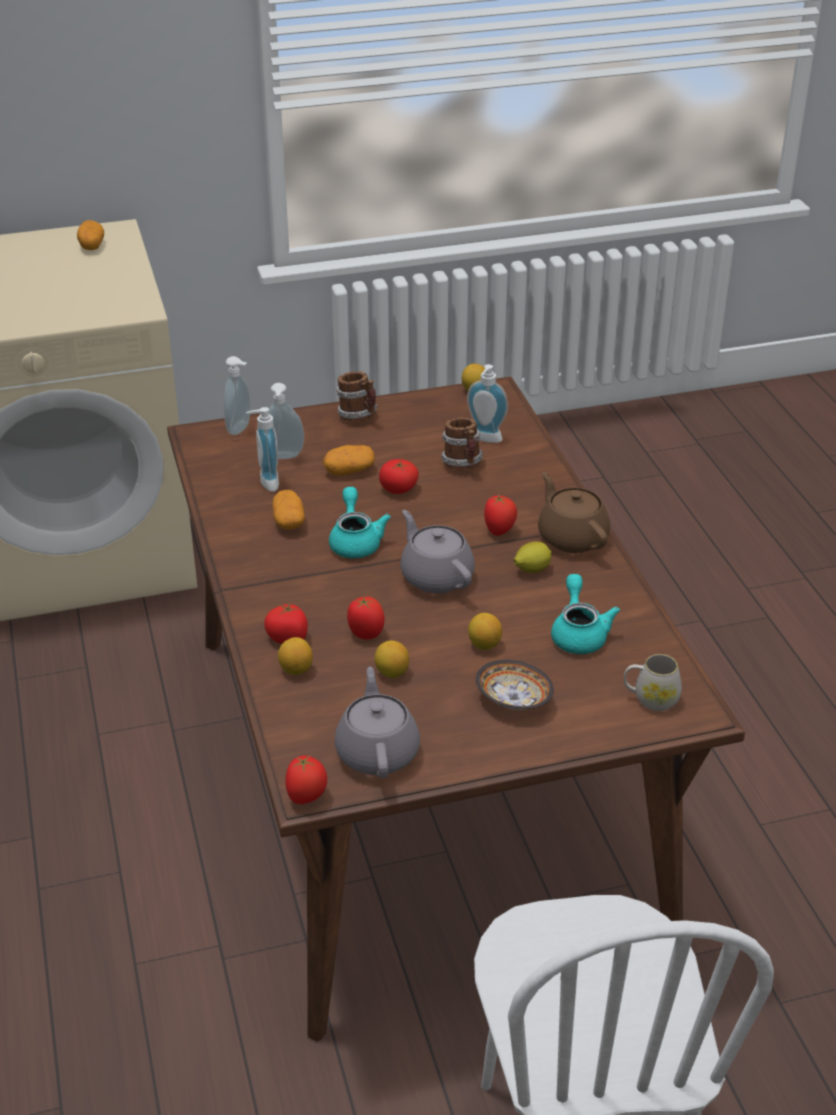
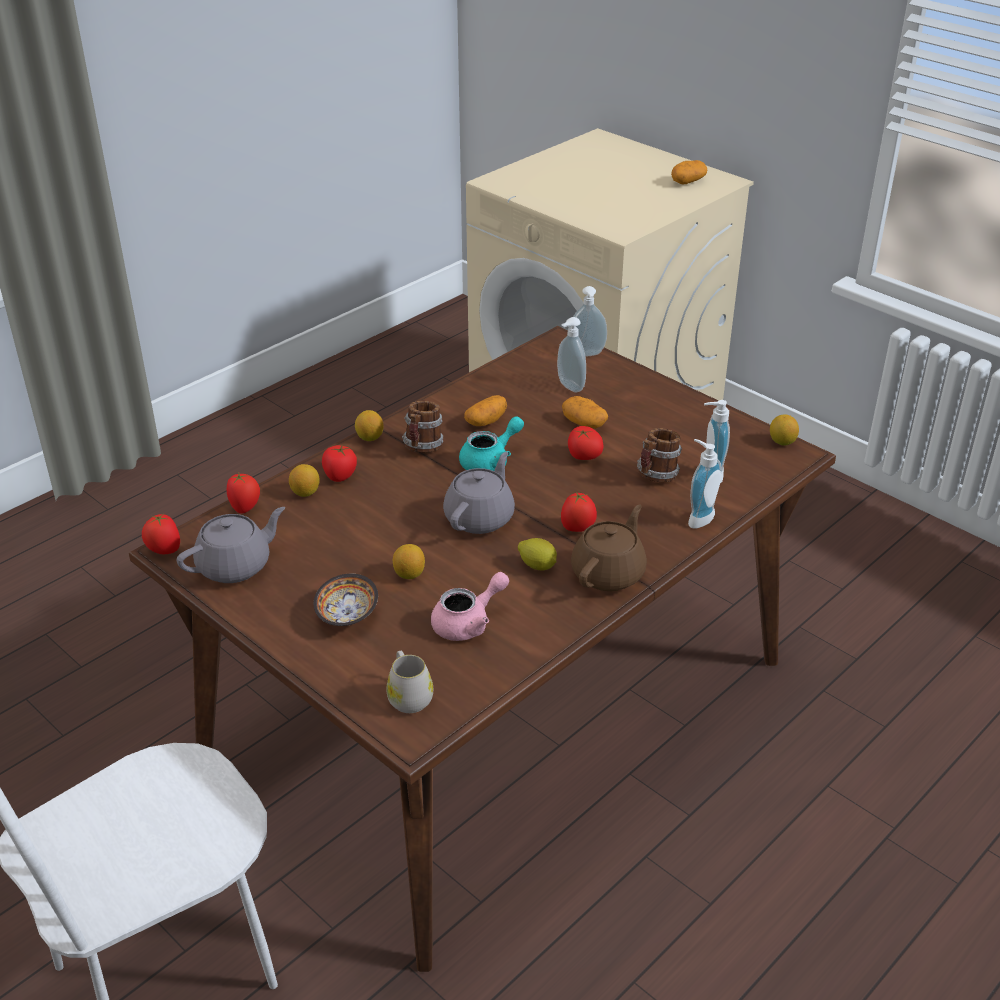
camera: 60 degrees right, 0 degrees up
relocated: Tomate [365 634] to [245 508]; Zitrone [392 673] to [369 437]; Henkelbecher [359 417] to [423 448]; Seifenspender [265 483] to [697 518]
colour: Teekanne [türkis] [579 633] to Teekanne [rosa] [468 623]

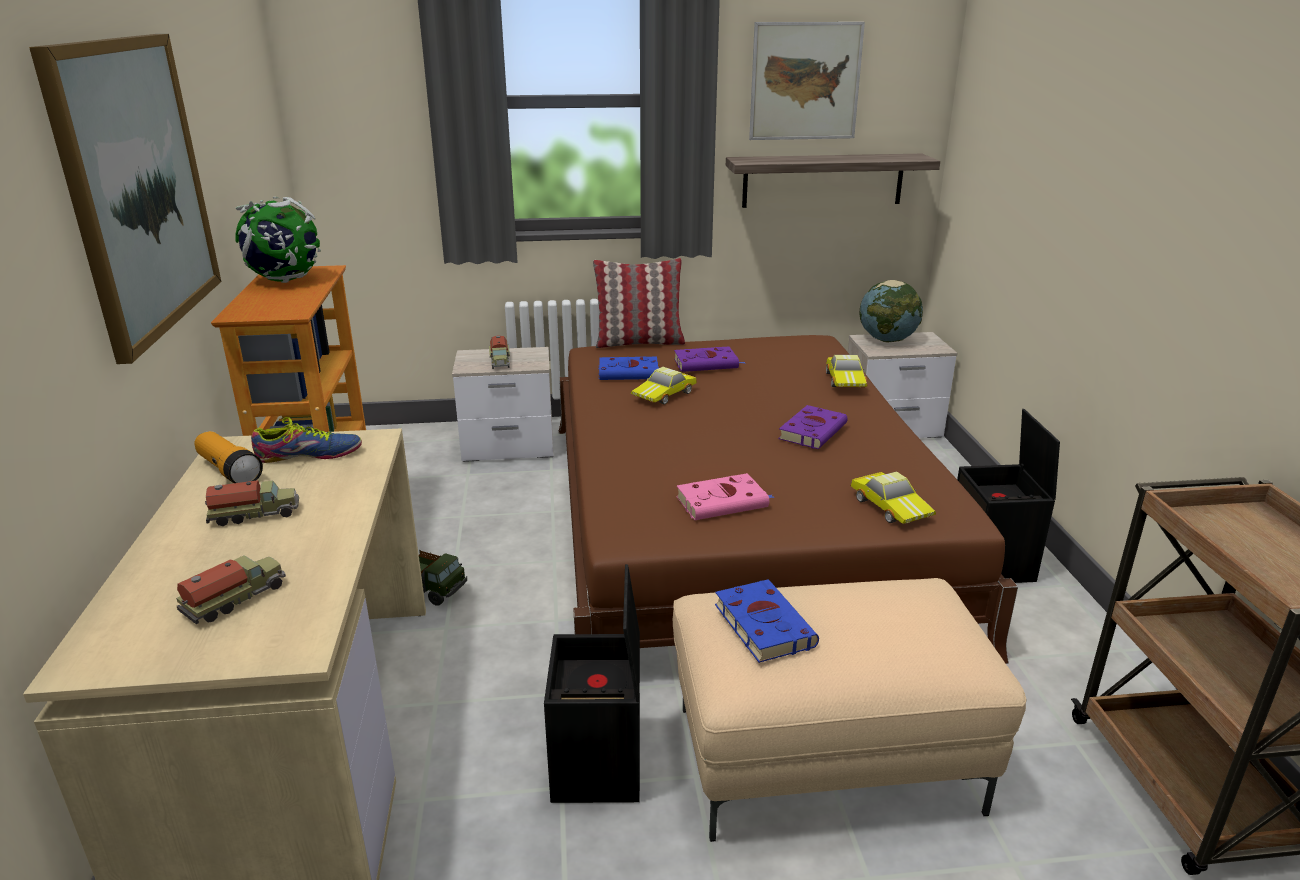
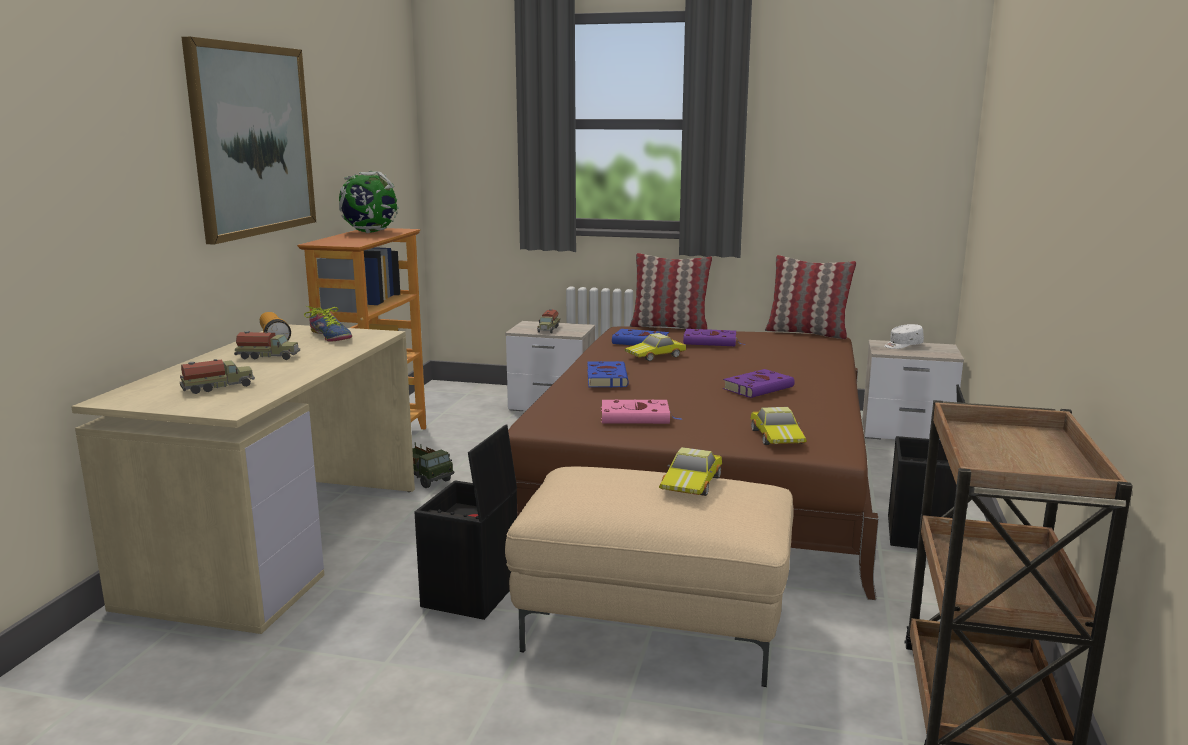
camera: 20 degrees right, 10 degrees down
missing: Wandregal [823 180]; Bild [805 81]
appeared: Kissen [807 333]
relocated: Buch [blau] [762 624] to [606 378]; Spielzeugauto [846 380] to [693 483]
exchanged: Globus [887 340] to Kappe [weiß] [902 345]
spun: Schuh [309 454] = [331 336] 45 degrees clockwise

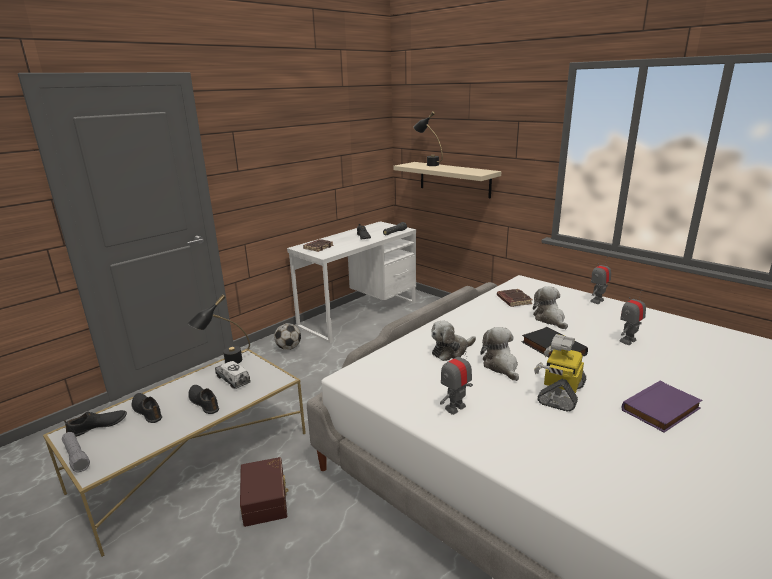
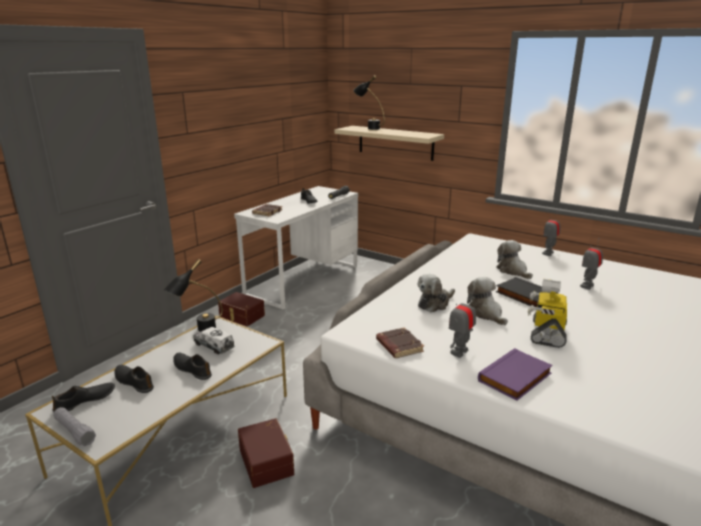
camera: 10 degrees left, 0 degrees up
relocated: Buch [braun] [513 300] to [398 346]; Buch [lila] [662 410] to [516 378]
exchanged: Fußball [288 348] to Aufbewahrungsbox [braun] [241 316]

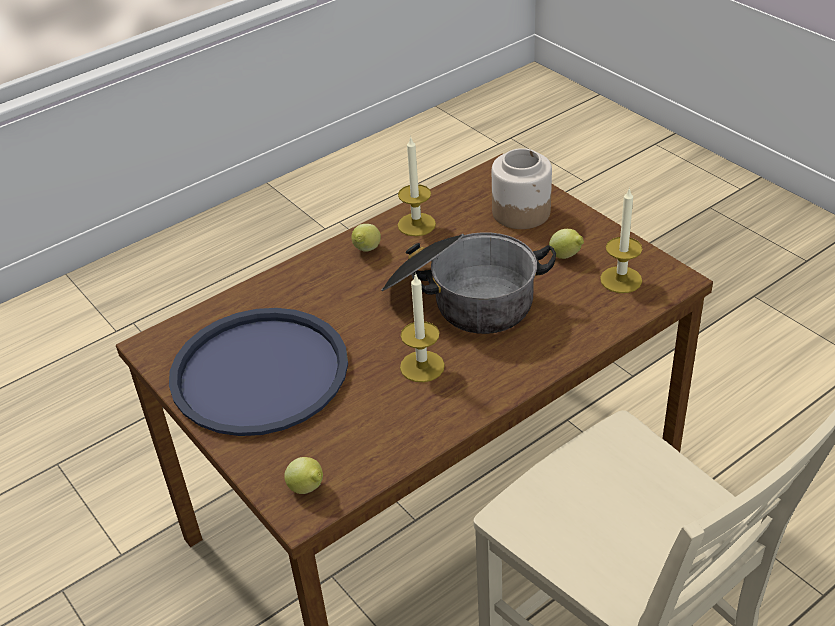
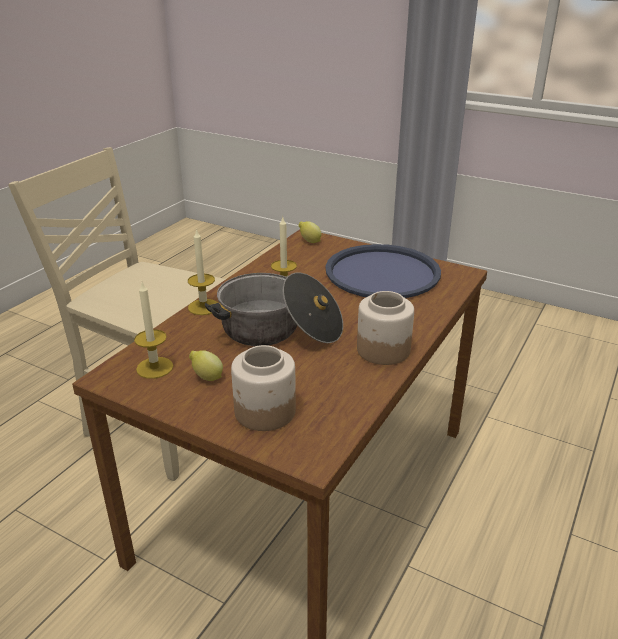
camera: 155 degrees right, 10 degrees down
relocated: Kerze [416 224] to [203 307]
exchanged: Zitrone [366 251] to Vorratsglas [382 350]

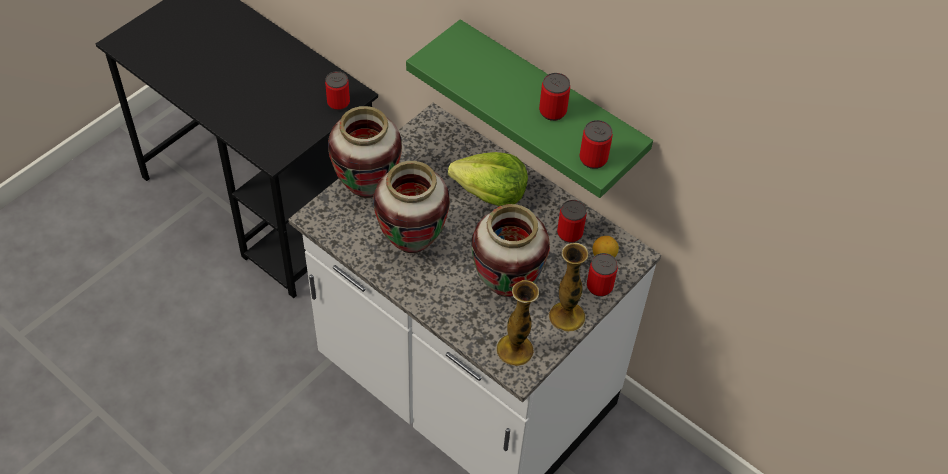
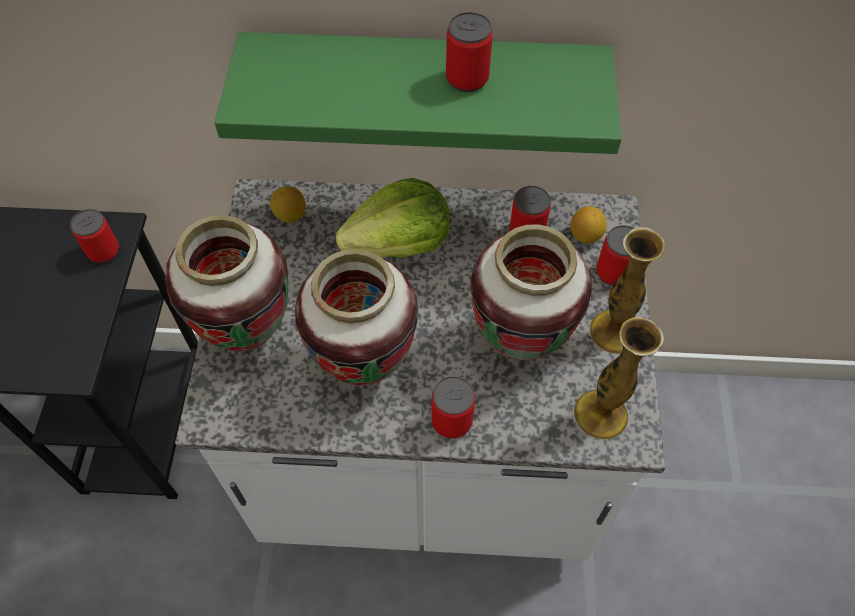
camera: 35 degrees left, 5 degrees up
appeared: Zitrone [290 216]
relocated: Dose [593 159] to [451 421]

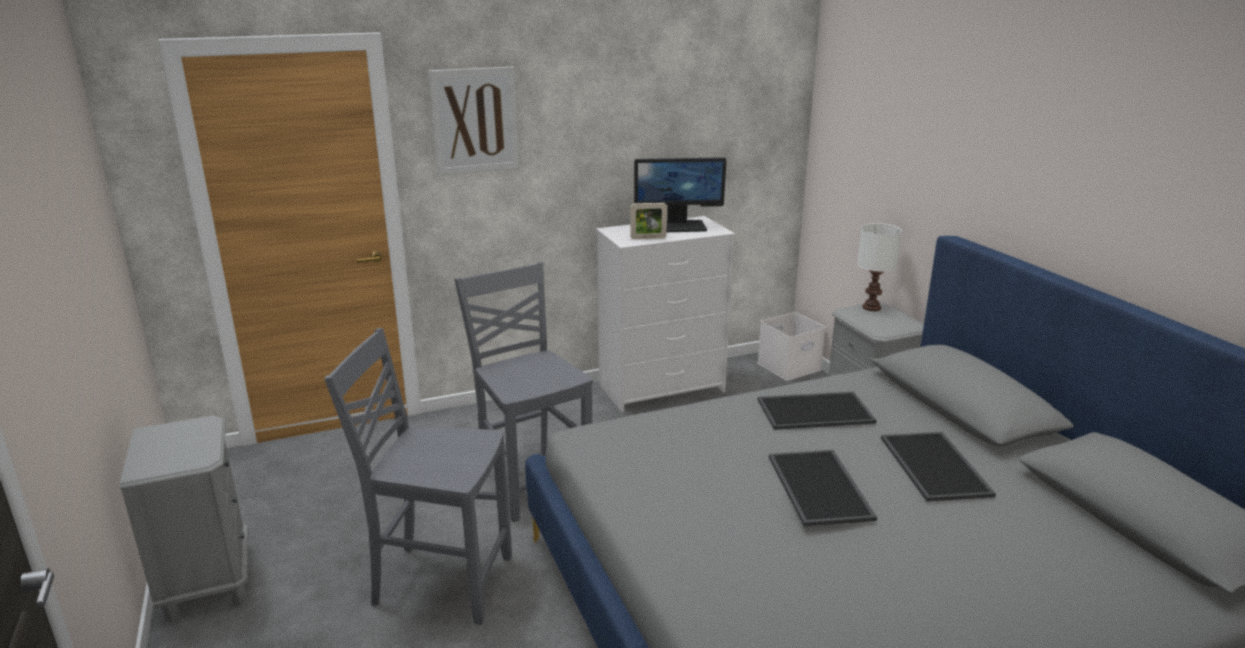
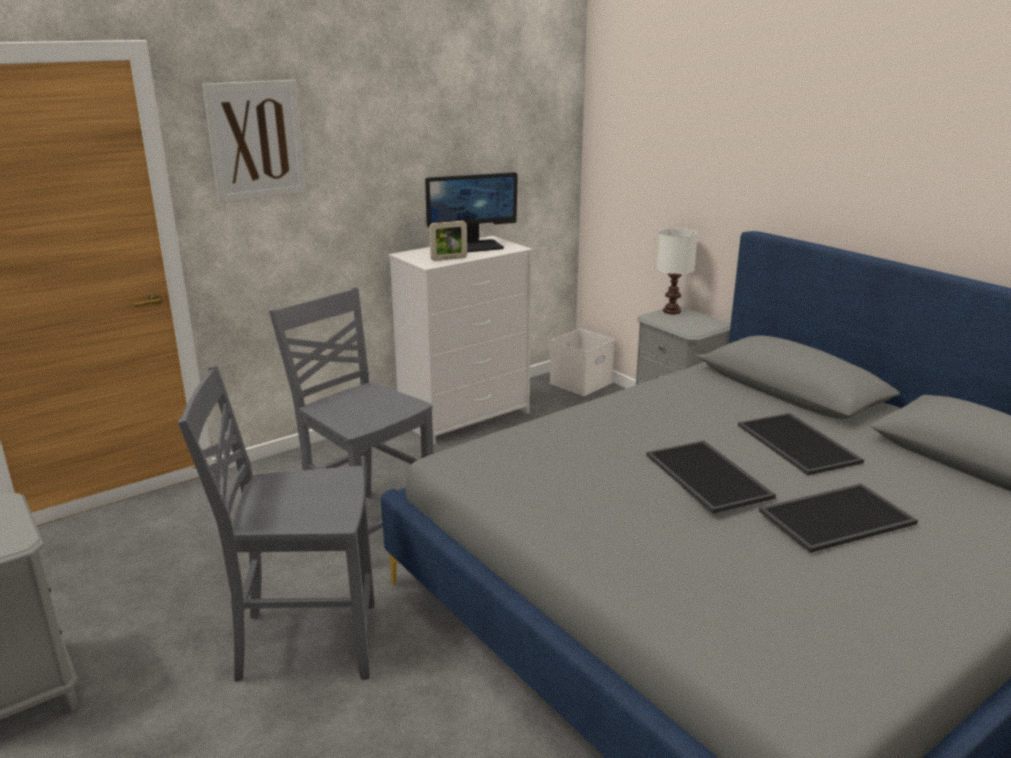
camera: 15 degrees left, 0 degrees up
relocated: Tablett [815 410] to [836 516]

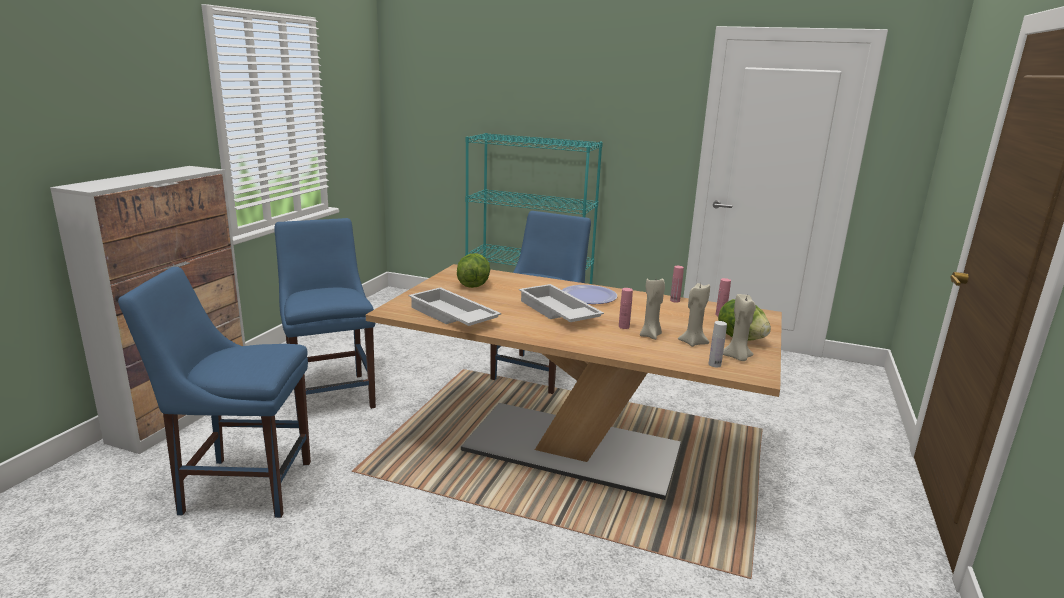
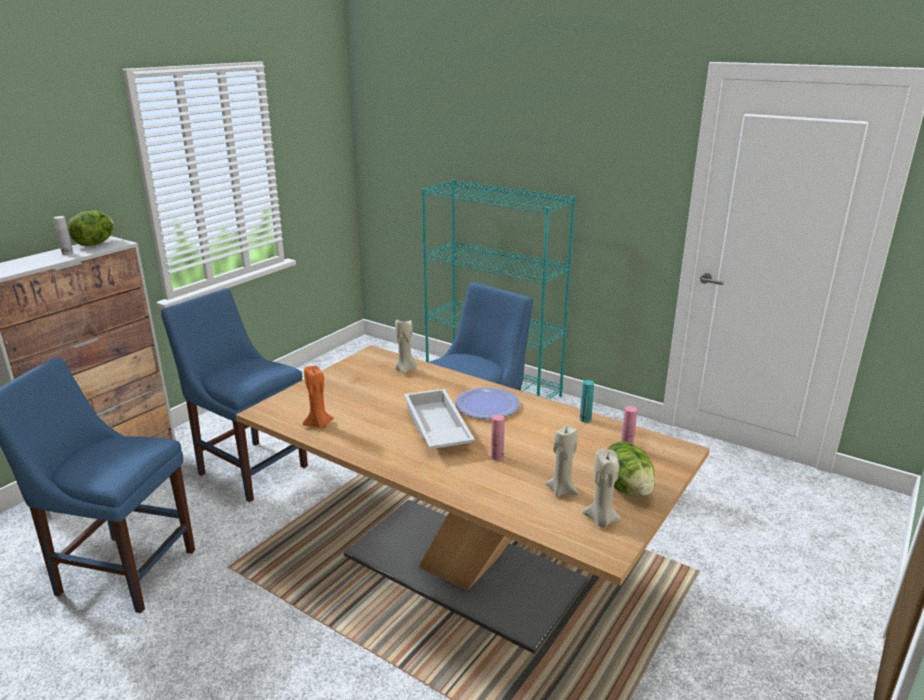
camera: 15 degrees right, 5 degrees up
relocated: Flasche [weiß] [714 364] to [67 253]; Salatkopf [473 285] to [95 243]; Kerze [beige] [650 335] to [406 369]
exchanged: Tablett [weiß] [451 316] to Kerze [orange] [319 424]
colour: Flasche [rosa] [675 300] to Flasche [türkis] [585 419]
spun: Stuhl [blau] [331 393] = [250 468] 45 degrees counterclockwise

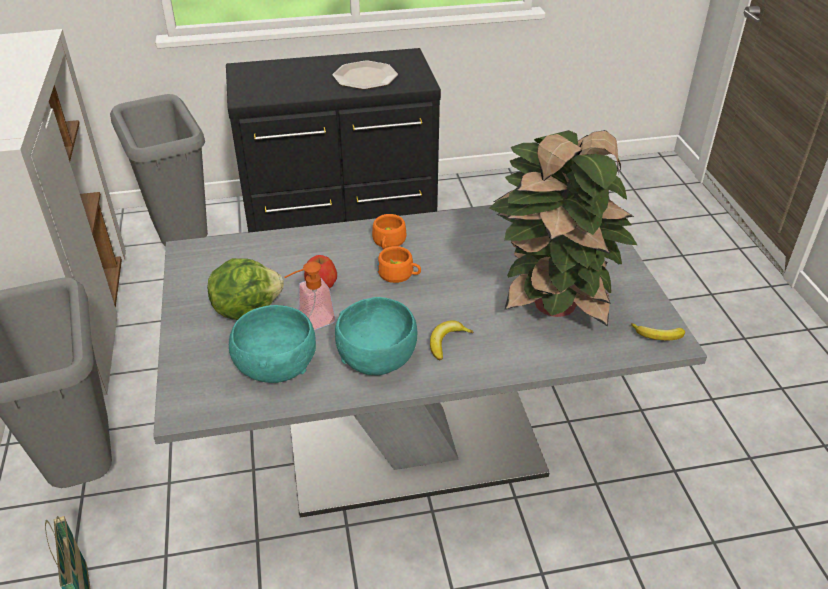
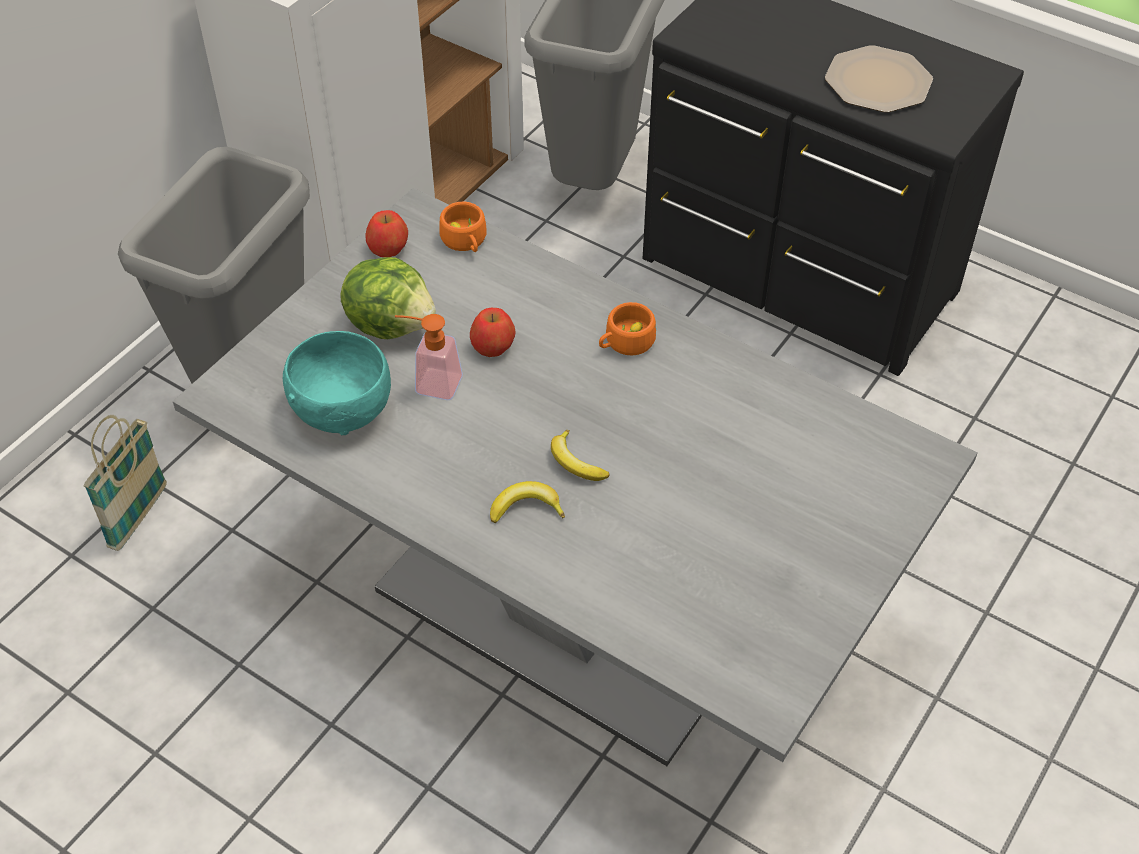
camera: 45 degrees right, 10 degrees up
missing: Schüssel [türkis] [378 358]; Topfpflanze [551 305]
appeared: Apfel [388 247]
relocated: Tasse [orange] [399 274] to [465 241]; Banane [658 336] to [575 463]

